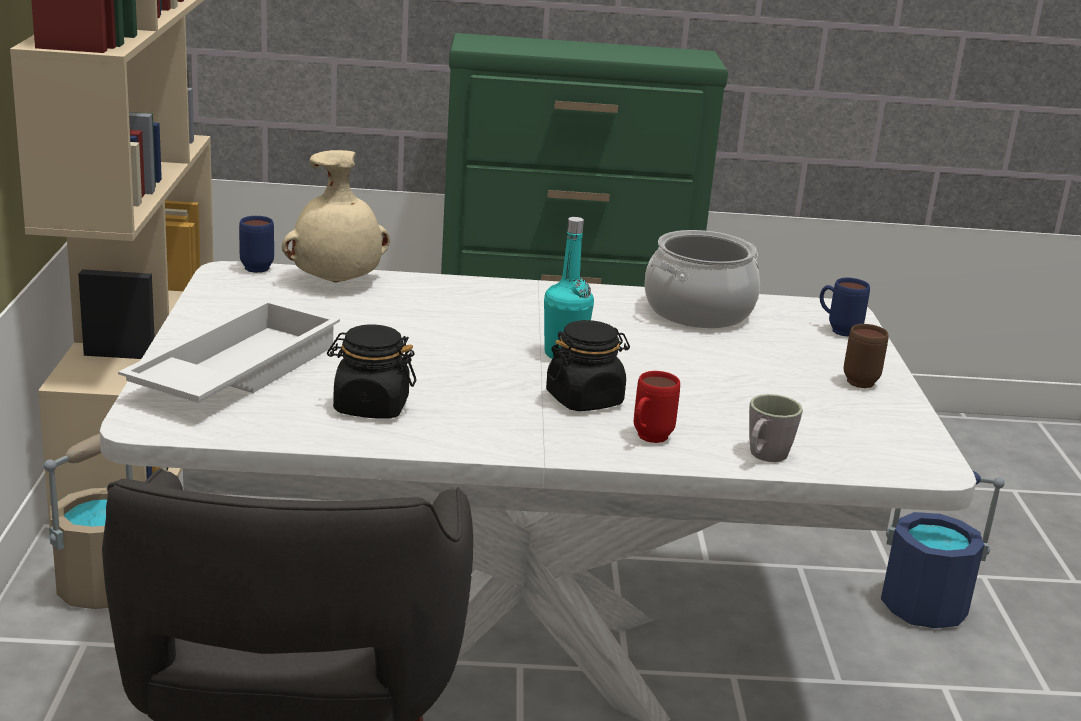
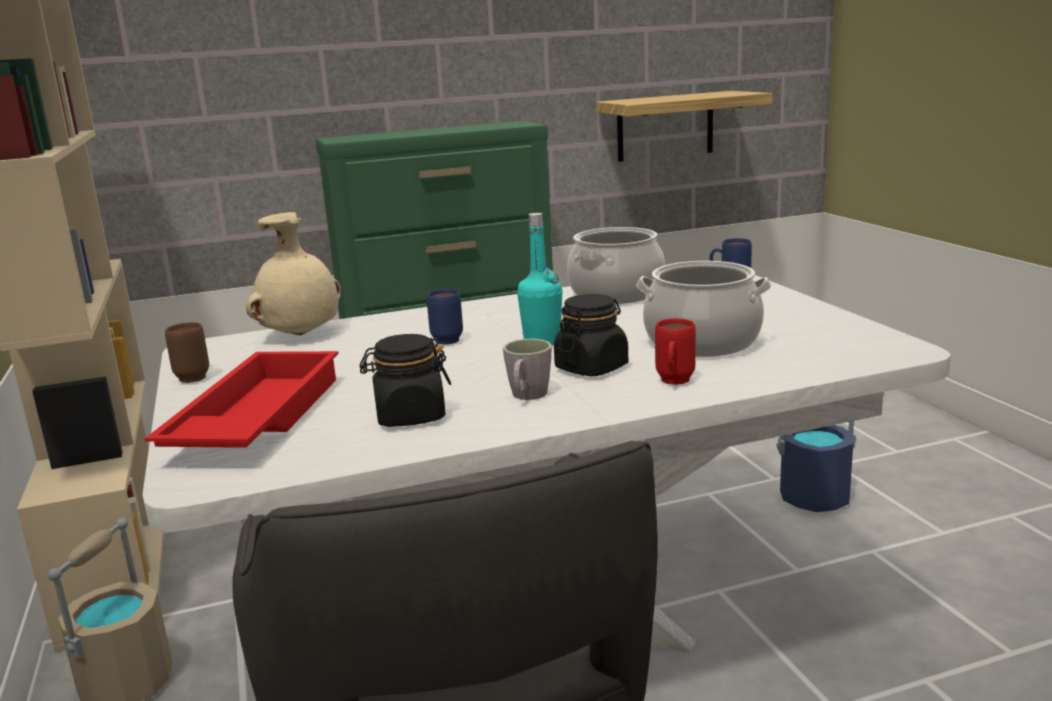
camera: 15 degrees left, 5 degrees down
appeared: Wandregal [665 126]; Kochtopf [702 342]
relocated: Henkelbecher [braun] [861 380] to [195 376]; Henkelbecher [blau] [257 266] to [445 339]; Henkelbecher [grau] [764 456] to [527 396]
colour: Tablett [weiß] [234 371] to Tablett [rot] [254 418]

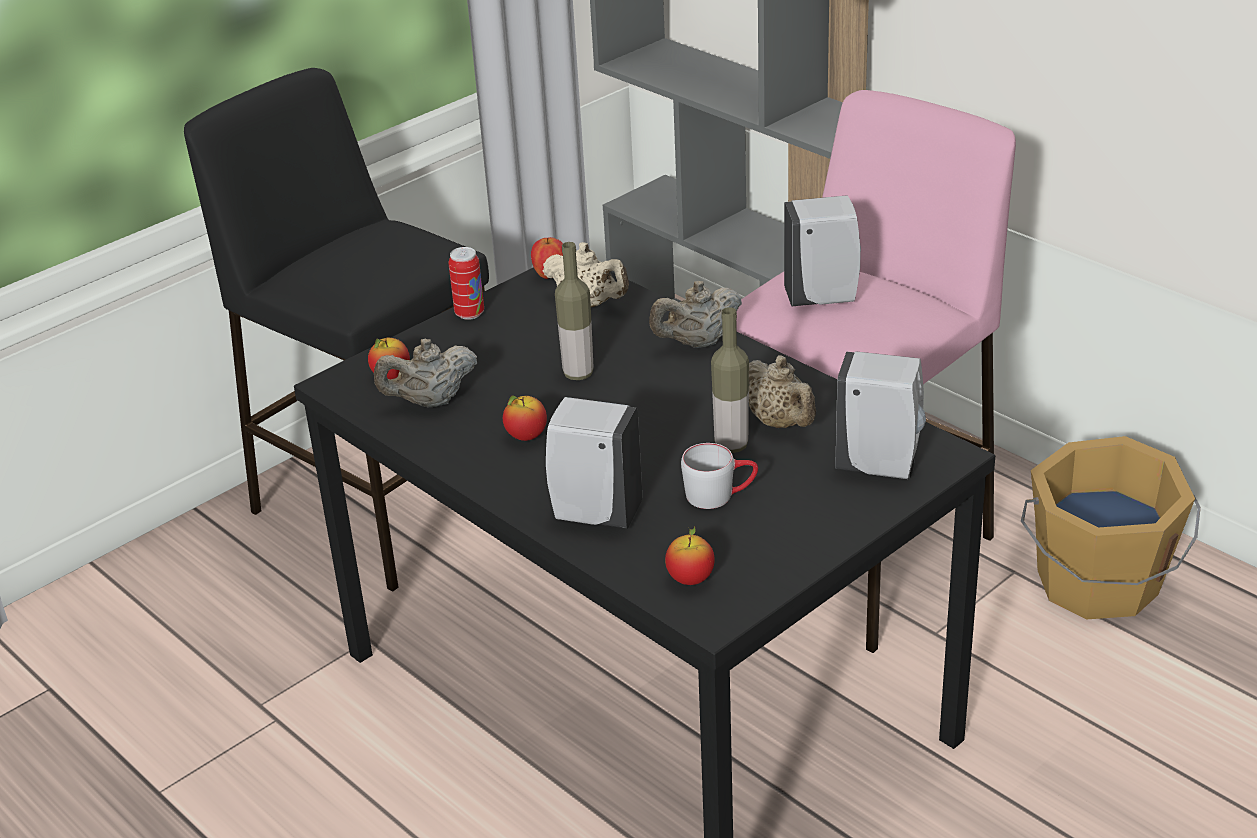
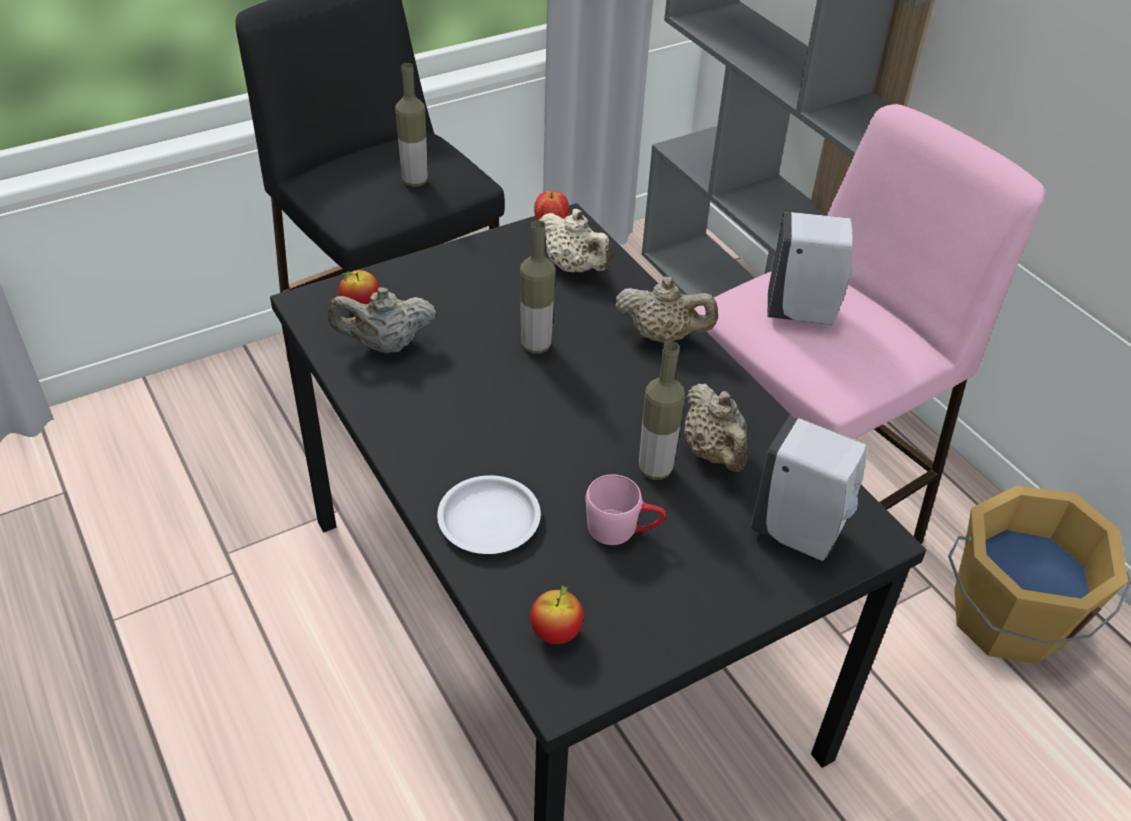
camera: 10 degrees right, 10 degrees up
missing: Dose [469 313]; Apfel [526 437]
appeared: Flasche [415 181]
exchanged: Seifenspender [weiß] [594 514] to Teller [weiß] [489 520]
colour: Henkelbecher [grau] [720 495] to Henkelbecher [rosa] [623 529]
spun: Teekanne [beige] [697 343] = [663 336] 150 degrees counterclockwise

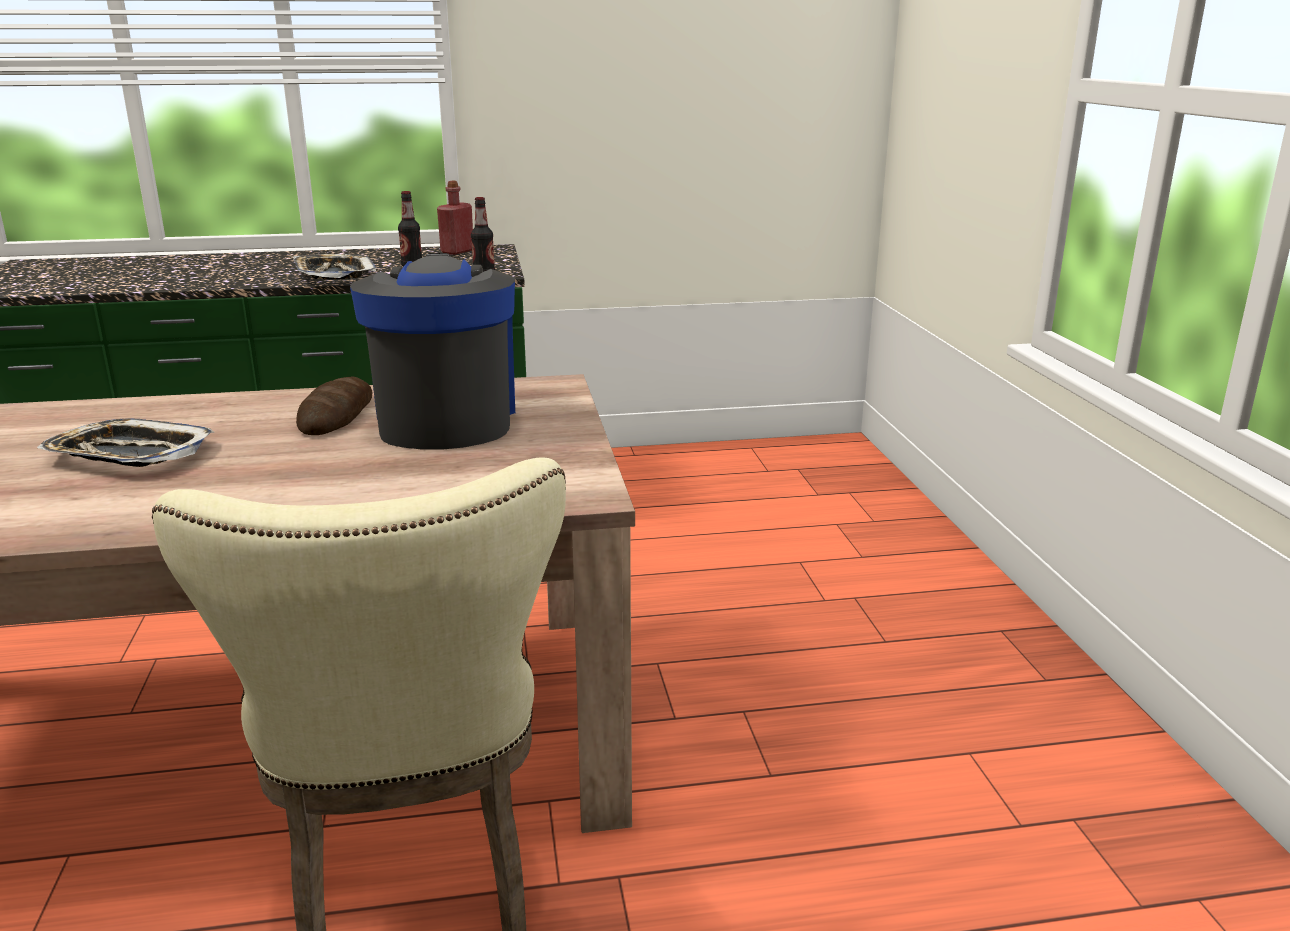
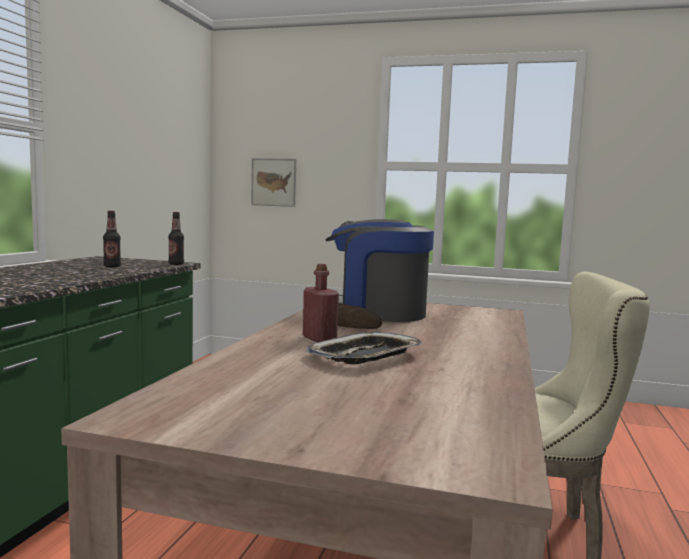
camera: 65 degrees left, 15 degrees down
missing: Tablett [334 274]
appeared: Bild [273 182]
relocated: Flasche [rot] [457 251] to [319 339]

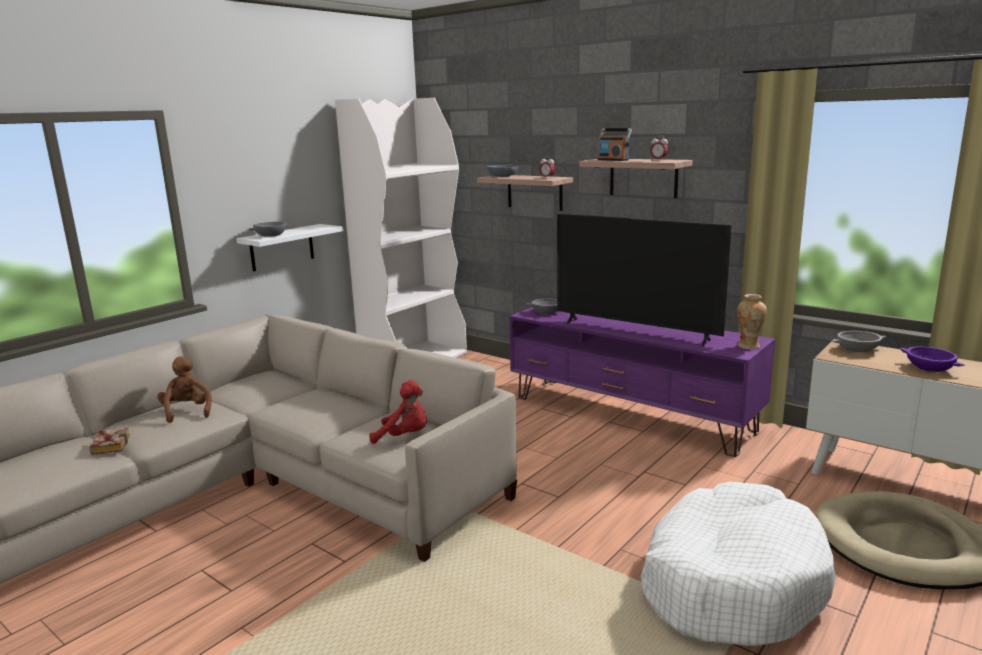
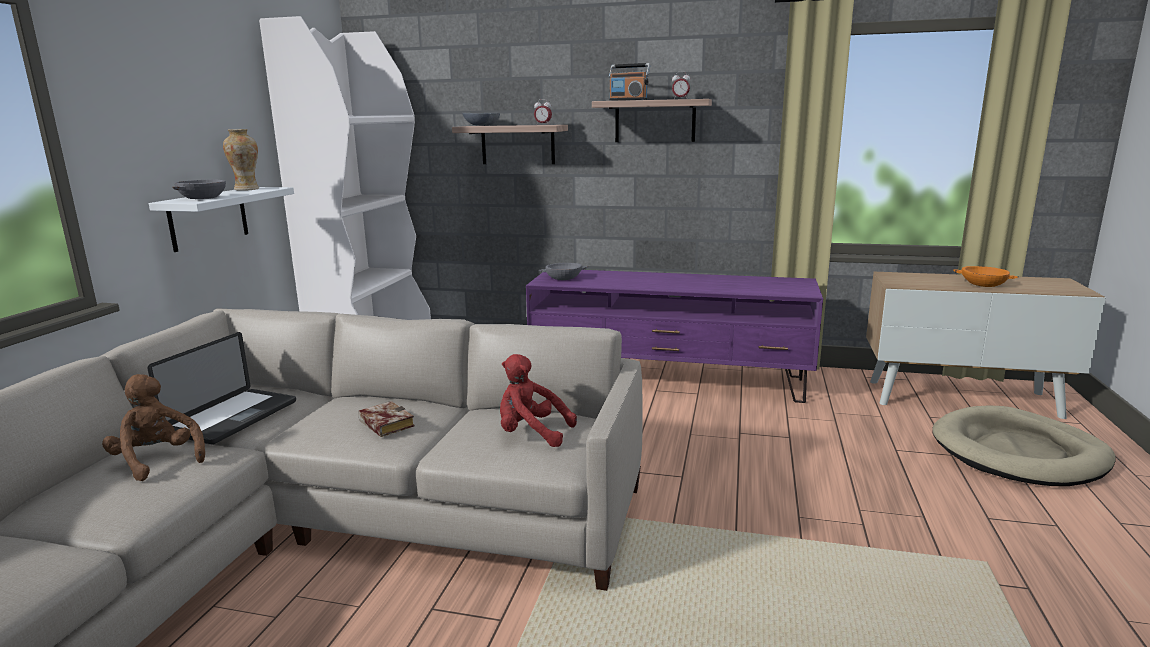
camera: 25 degrees left, 0 degrees up
missing: Fernseher [635 331]; Hundebett [weiß] [731 582]; Schüssel [grau] [857 349]
appeared: Laptop [232 417]
relocated: Vase [748 346] to [247 189]; Buch [110 445] to [384 424]
colour: Schüssel [lila] [930 367] to Schüssel [orange] [983 284]
spun: Plüschtier [rot] [404 436] = [531 434] 150 degrees counterclockwise

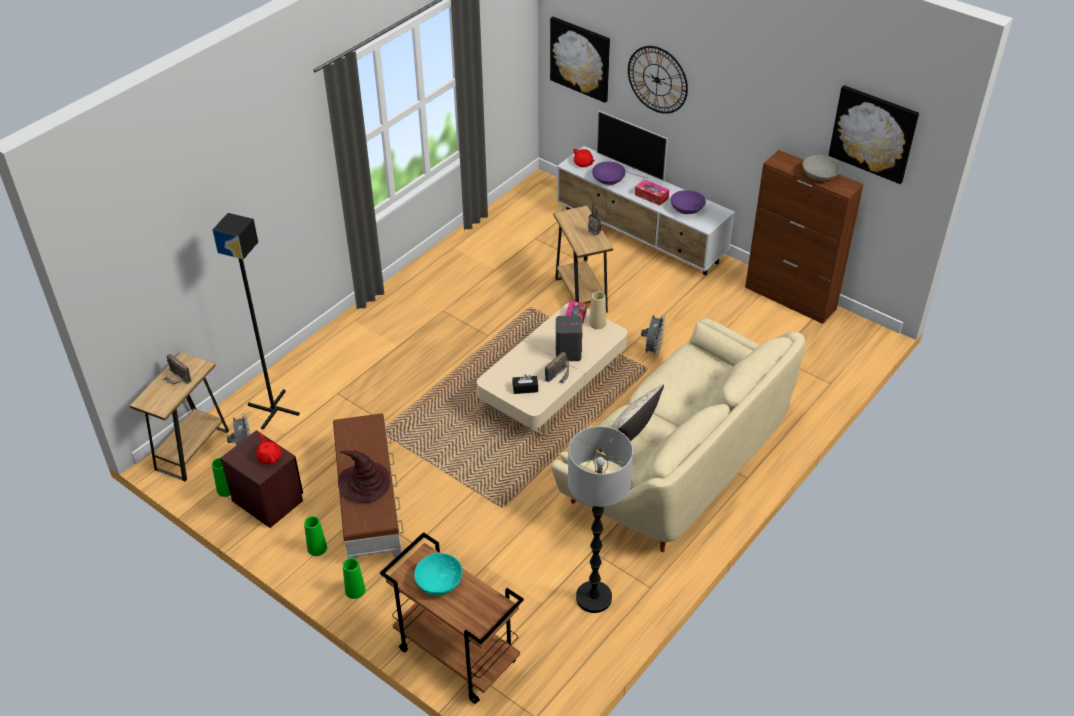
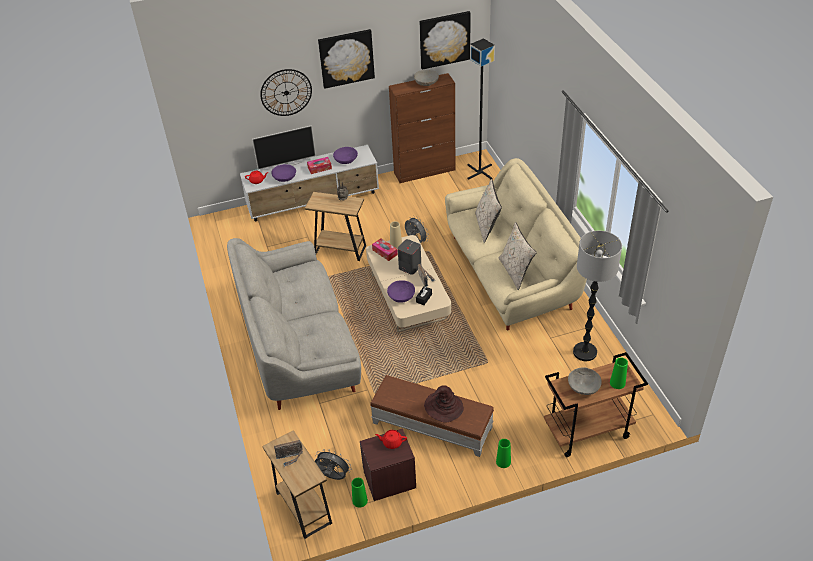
camera: 55 degrees left, 0 degrees up
appeared: Sofa [grau] [299 345]; Schüssel [lila] [401 296]; Kissen [beige] [487 226]
relocated: Bild [580 58] to [346 58]; Stehlampe [schwarz] [274 409] to [480 171]; Vase [grün] [317 548] to [617 383]
colour: Schüssel [türkis] [439 581] to Schüssel [grau] [583 387]

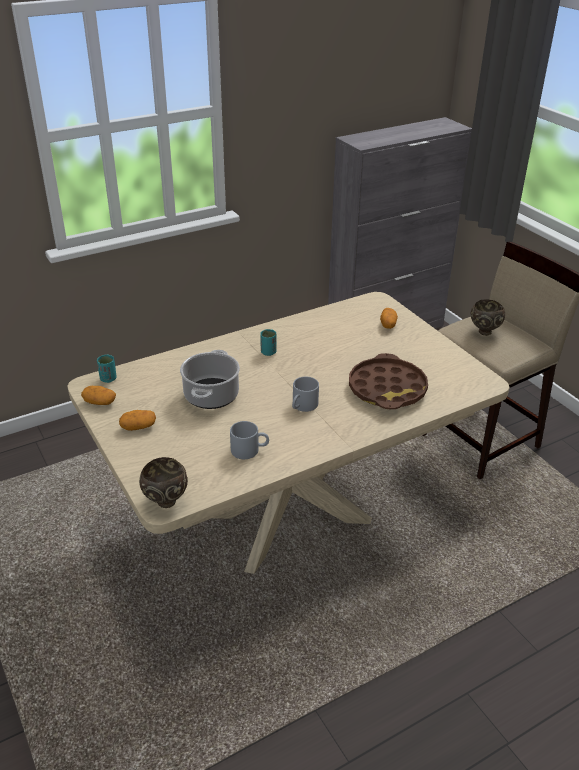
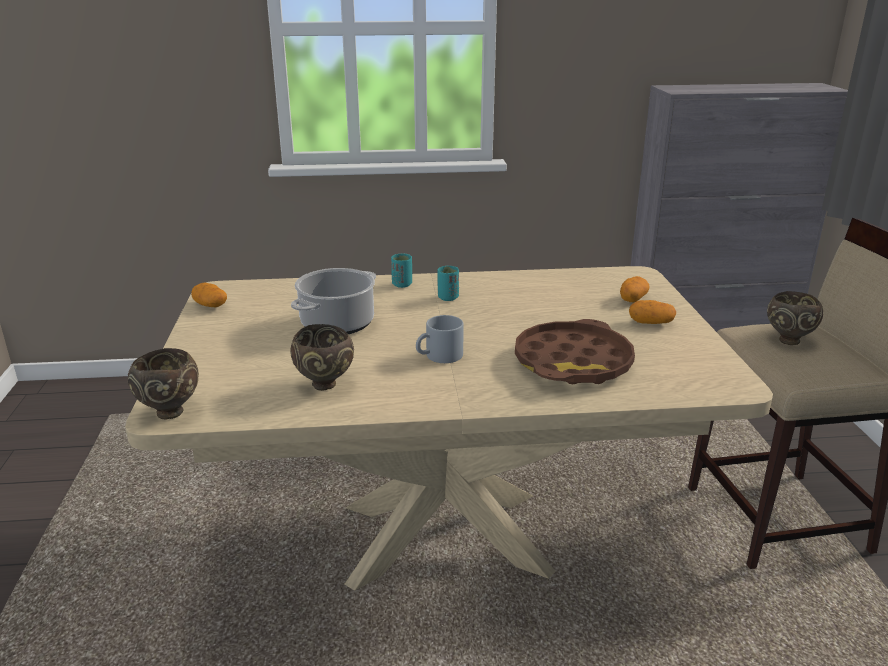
camera: 25 degrees right, 10 degrees down
relocated: Tasse [türkis] [108 379] to [402 284]; Kartoffel [138 427] to [650 323]
exchanged: Henkelbecher [grau] [249 450] to Schüssel [braun] [325 385]

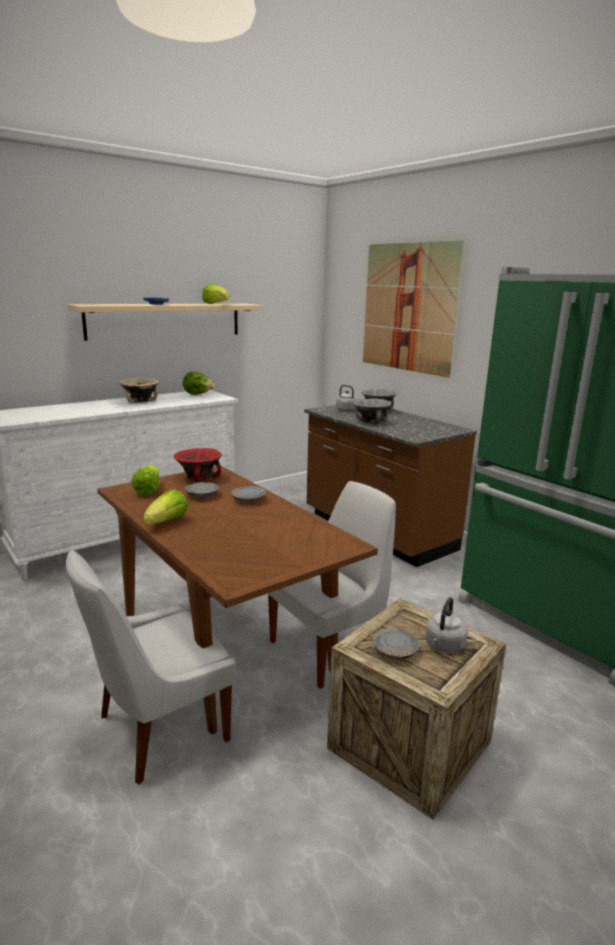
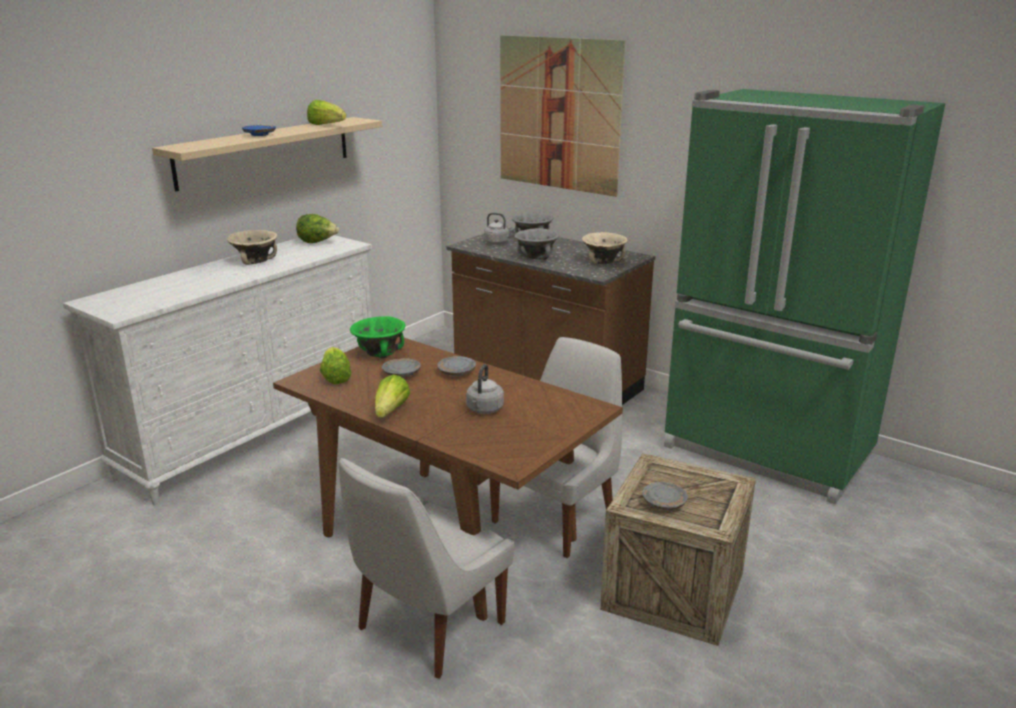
camera: 15 degrees left, 5 degrees up
appeared: Schüssel [beige] [603 261]
relocated: Wasserkessel [grau] [444 646] to [484 410]
colour: Schüssel [rot] [199 478] to Schüssel [grün] [380 353]

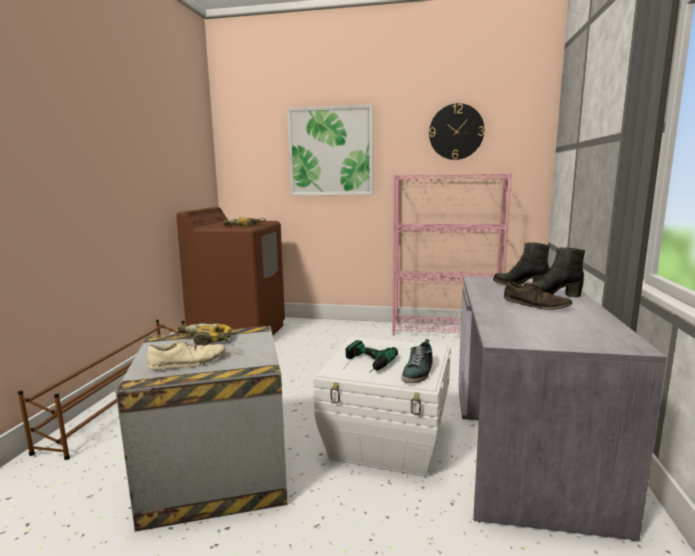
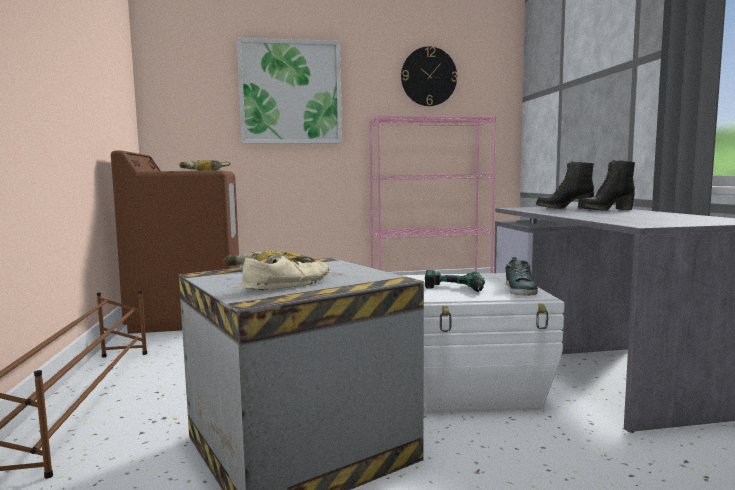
camera: 20 degrees left, 5 degrees down
missing: Schuh [braun] [535 305]

